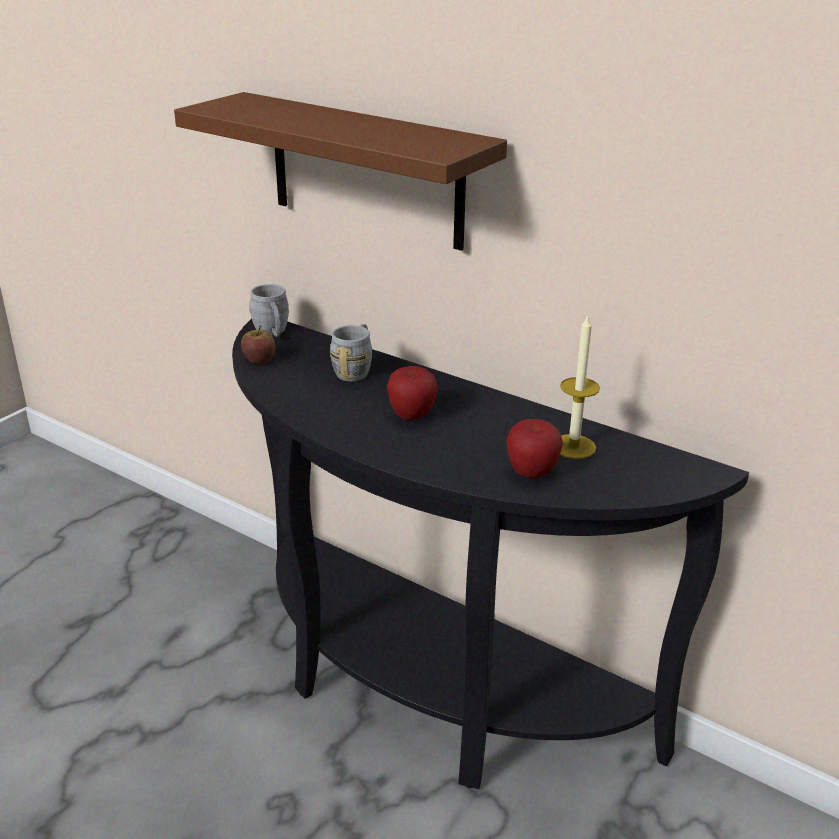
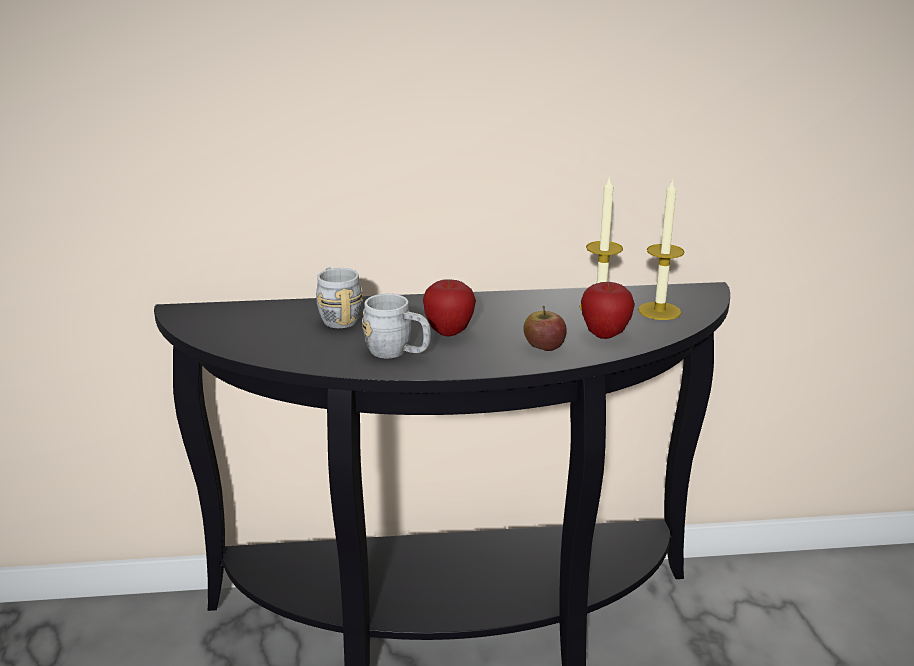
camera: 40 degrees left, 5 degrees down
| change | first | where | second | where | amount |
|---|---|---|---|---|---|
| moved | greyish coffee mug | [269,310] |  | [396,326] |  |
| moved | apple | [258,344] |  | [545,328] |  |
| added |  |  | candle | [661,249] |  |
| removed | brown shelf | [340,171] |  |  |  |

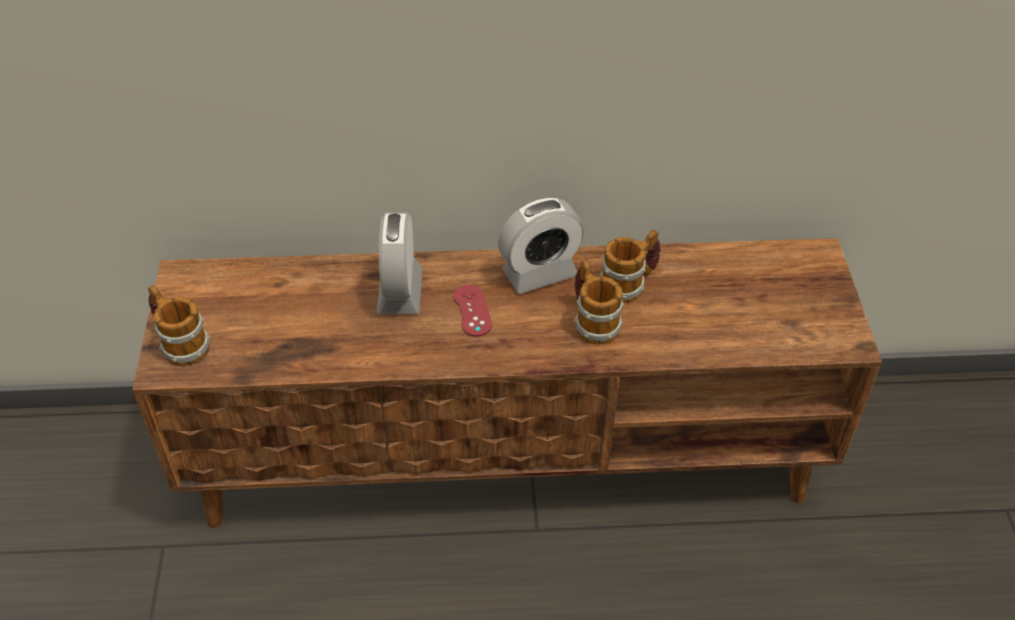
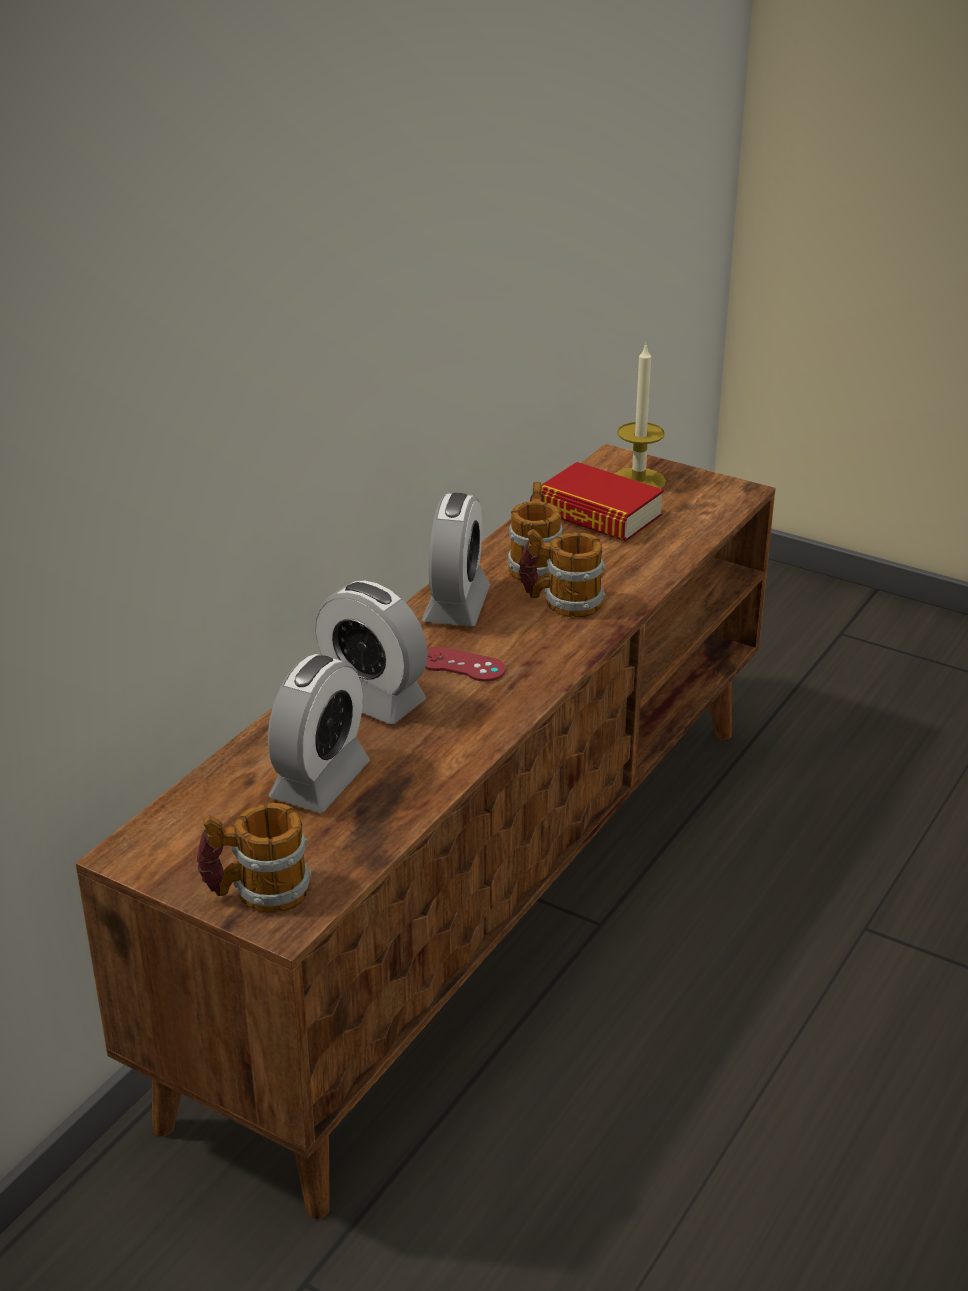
camera: 55 degrees left, 15 degrees down
| change | first | where | second | where | amount |
|---|---|---|---|---|---|
| added |  |  | alarm clock | [319,733] |  |
| added |  |  | book | [602,501] |  |
| added |  |  | candle | [640,417] |  |

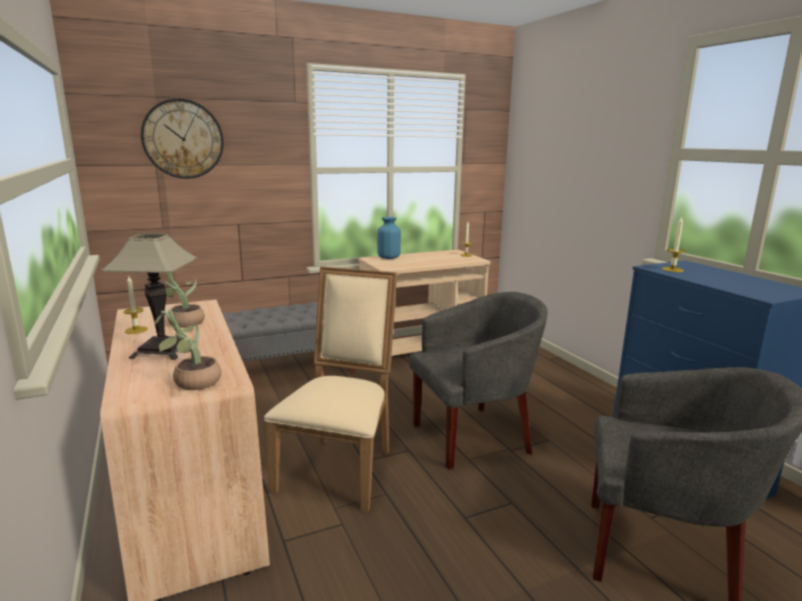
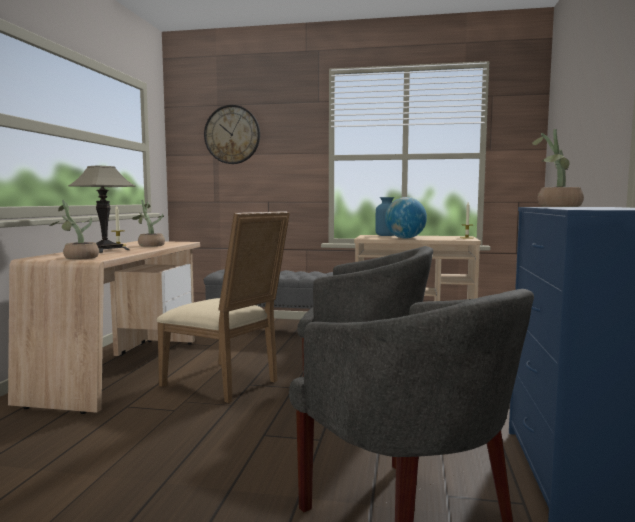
camera: 35 degrees right, 10 degrees down
| change | first | where | second | where | amount |
|---|---|---|---|---|---|
| turned | sand-coloured upright chair | [330,389] |  | [223,307] | 75 degrees clockwise |
| added |  |  | globe | [406,218] |  |
| replaced | candle | [673,244] | houseplant | [558,168] |  |

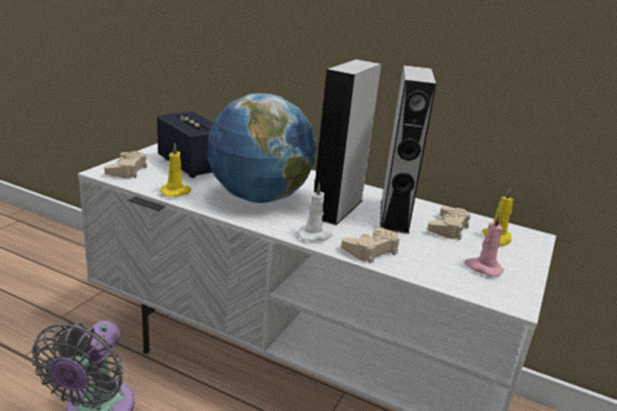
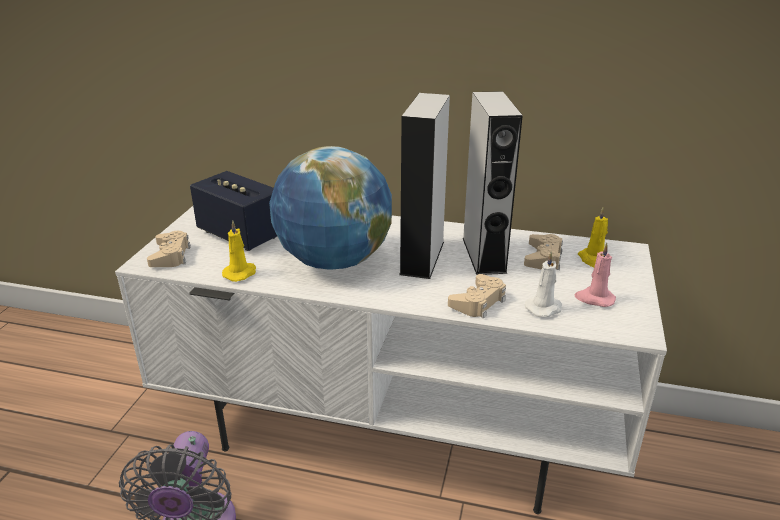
camera: 10 degrees left, 5 degrees up
| change | first | where | second | where | amount |
|---|---|---|---|---|---|
| moved | white-coloured candle | [314,211] |  | [543,284] |  |

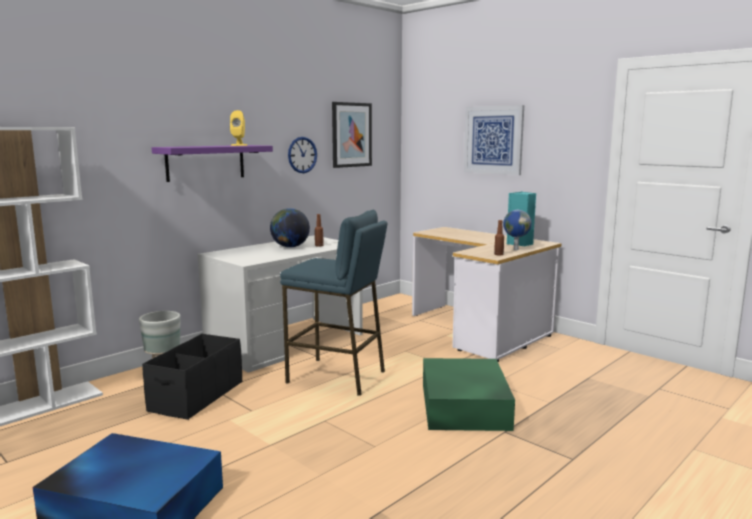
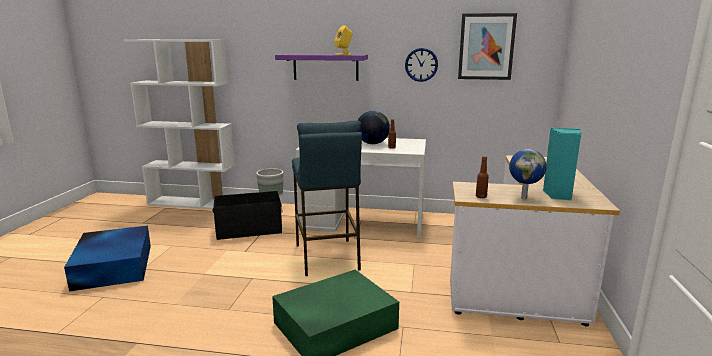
camera: 55 degrees right, 5 degrees up
| change | first | where | second | where | amount |
|---|---|---|---|---|---|
| removed | picture | [494,140] |  |  |  |

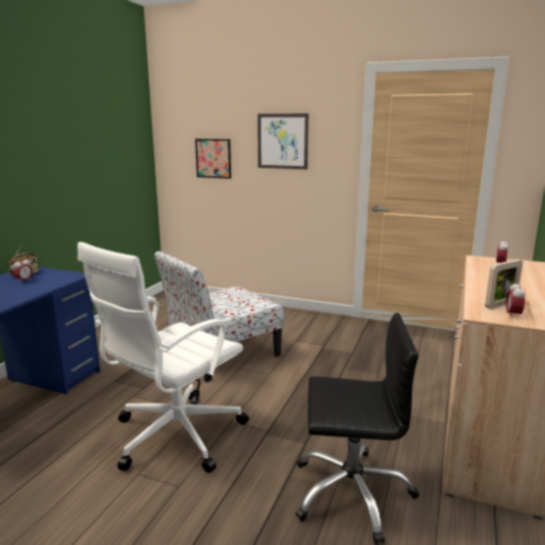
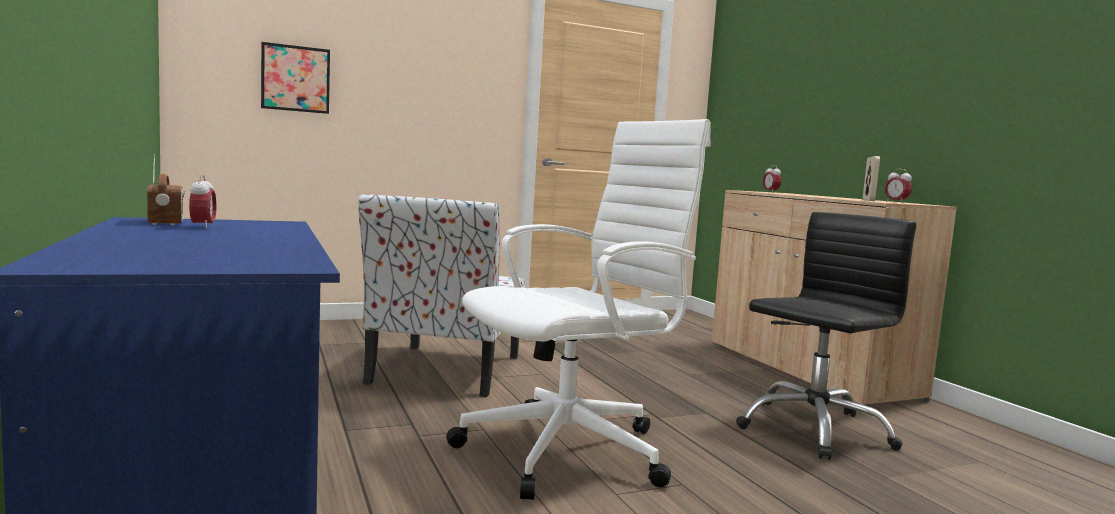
camera: 45 degrees left, 10 degrees down
| change | first | where | second | where | amount |
|---|---|---|---|---|---|
| turned | white-coloured office chair | [163,357] |  | [578,309] | 120 degrees counterclockwise |
| removed | picture | [283,141] |  |  |  |

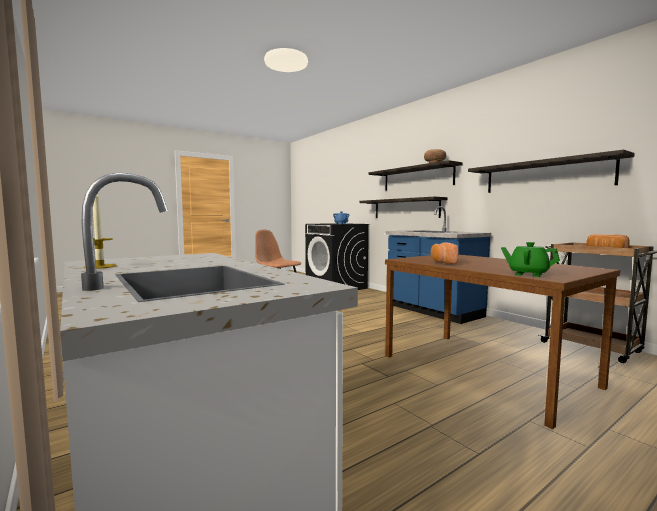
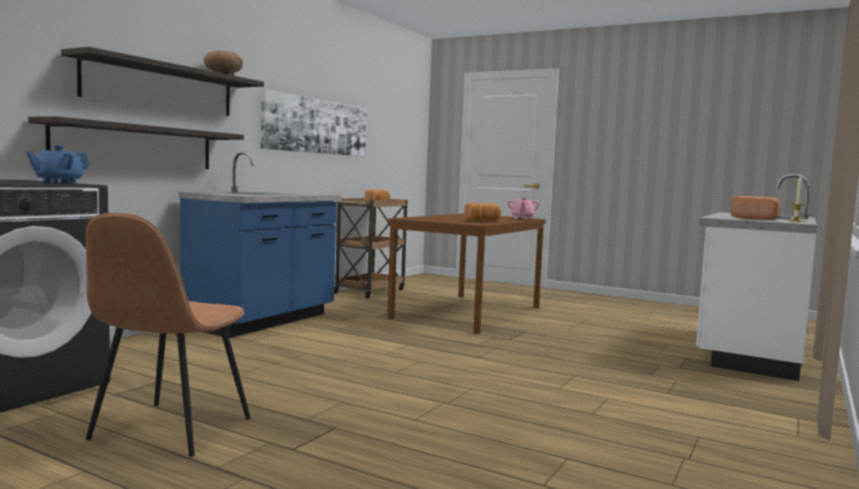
camera: 115 degrees left, 0 degrees up
| change | first | where | second | where | amount |
|---|---|---|---|---|---|
| replaced | shelf | [551,171] | picture | [314,122] |  |
| recoloured | green tea pot | [530,259] | pink tea pot | [523,208] |  |
| added |  |  | baked bread | [755,208] |  |

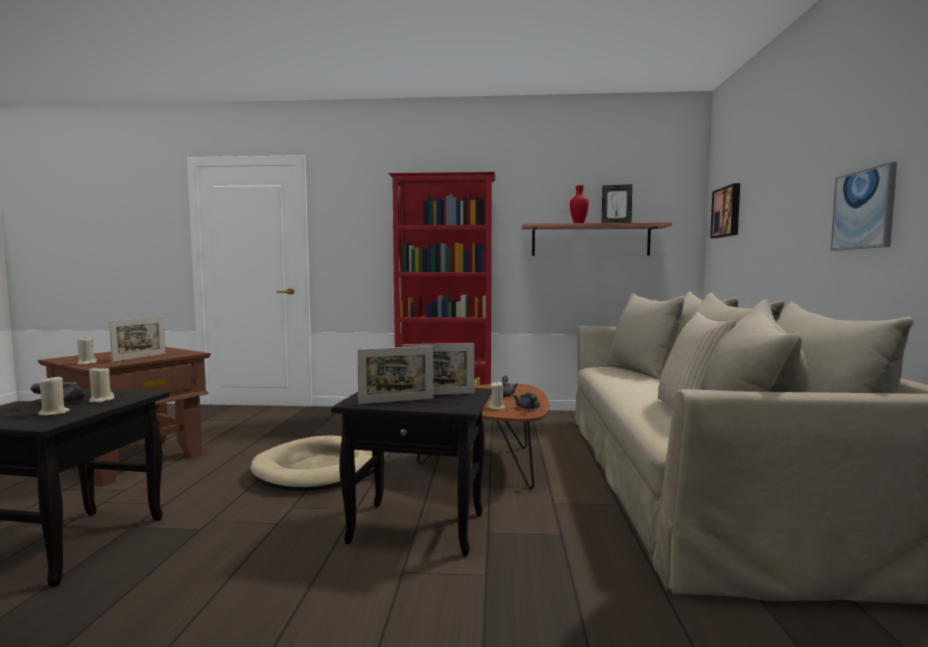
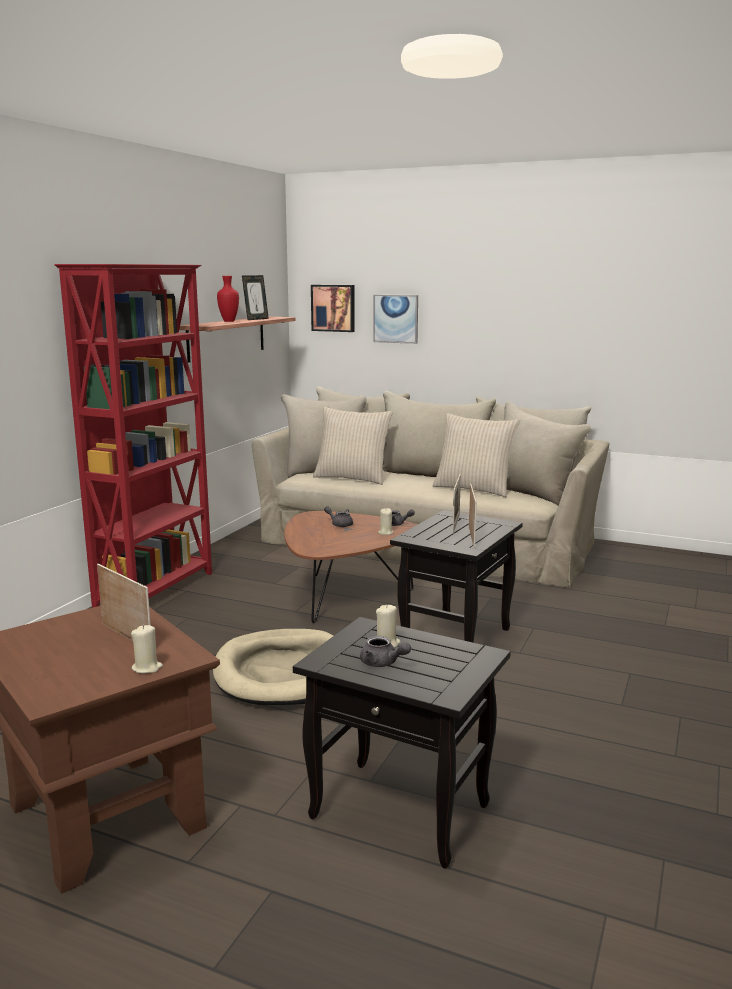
camera: 70 degrees left, 10 degrees up
| change | first | where | second | where | amount |
|---|---|---|---|---|---|
| added |  |  | sand-coloured cushion | [353,446] |  |
| moved | picture | [864,206] |  | [395,319] |  |
| removed | sand-coloured candle | [54,395] |  |  |  |

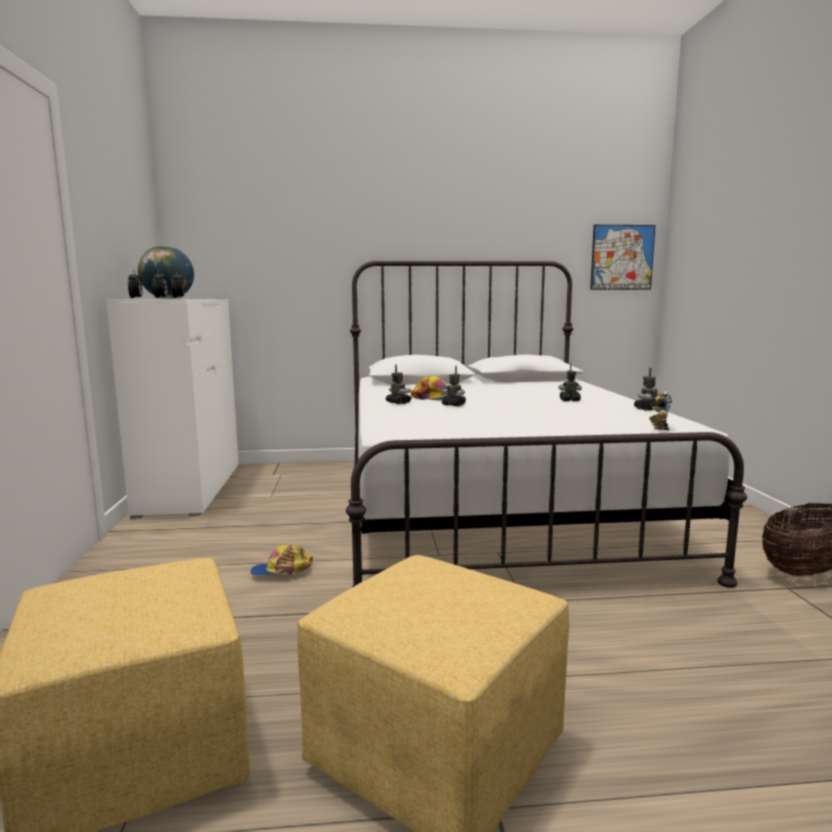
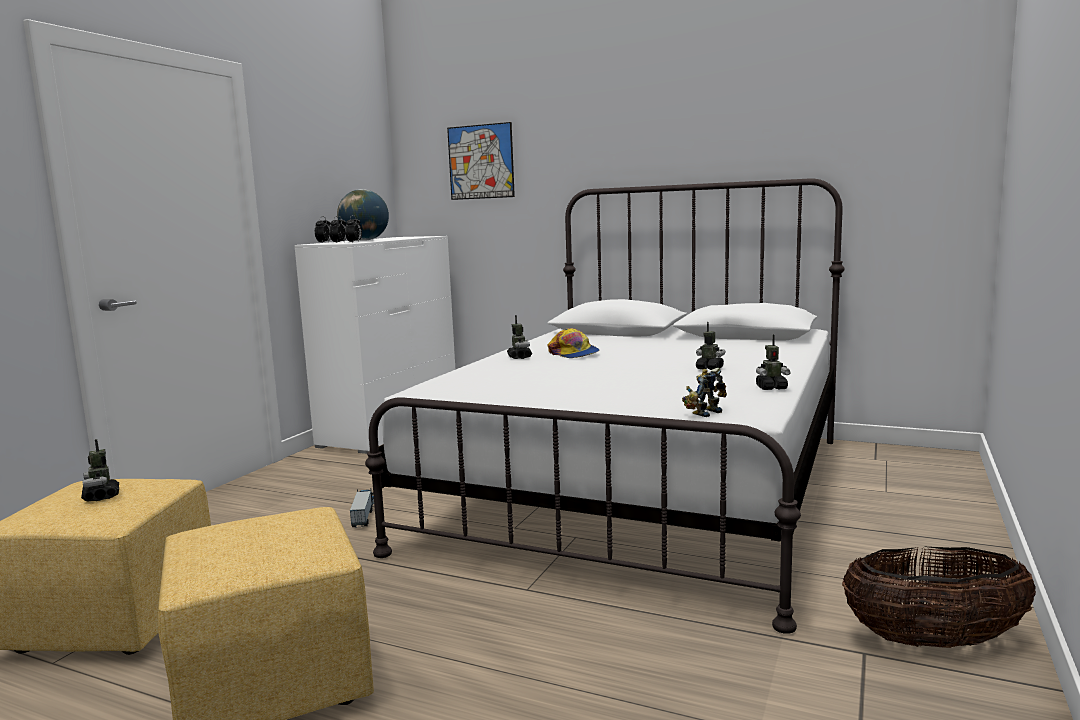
camera: 30 degrees right, 0 degrees up
| change | first | where | second | where | amount |
|---|---|---|---|---|---|
| moved | toy robot | [453,386] |  | [100,470] |  |
| replaced | cap | [281,560] | toy lorry | [362,508] |  |
| moved | picture | [622,257] |  | [481,161] |  |

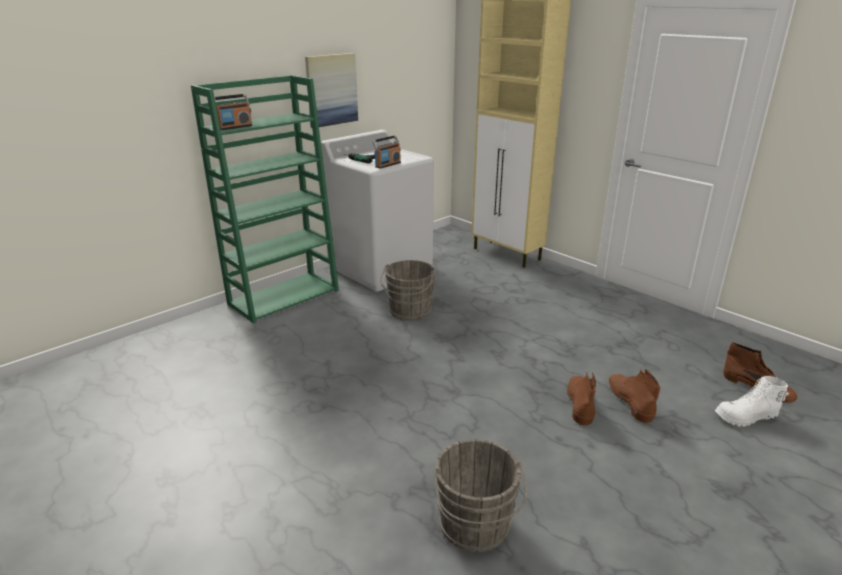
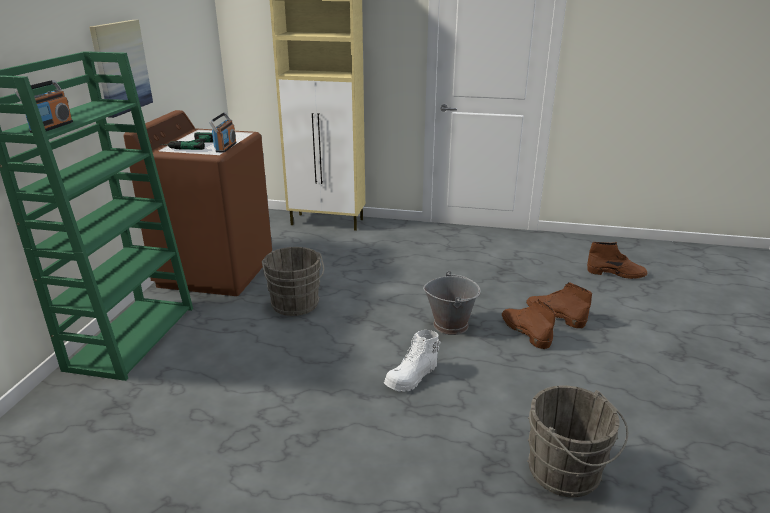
camera: 35 degrees left, 0 degrees up
| change | first | where | second | where | amount |
|---|---|---|---|---|---|
| recoloured | white-coloured washing machine | [377,211] | brown washing machine | [198,203] |  |
| moved | white-coloured high-top boot | [752,401] |  | [412,361] |  |
| added |  |  | greyish bucket | [452,303] |  |

